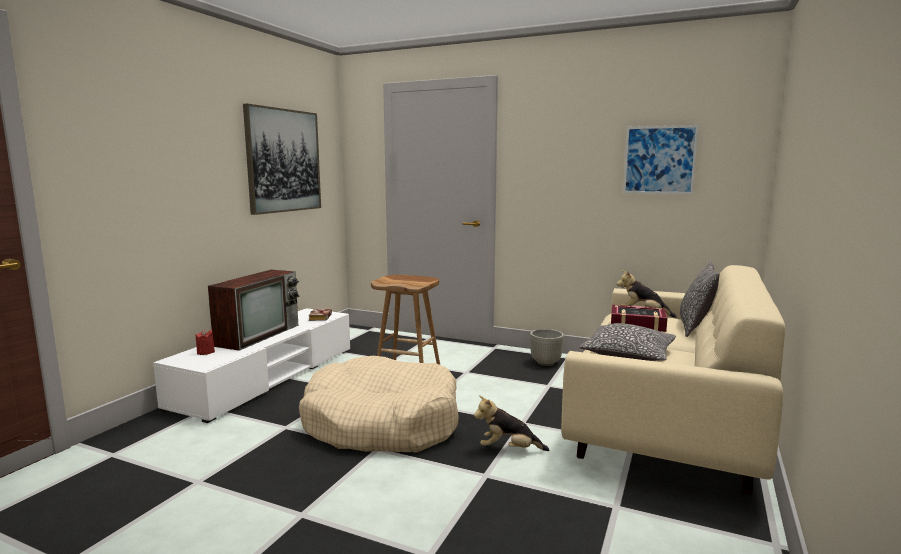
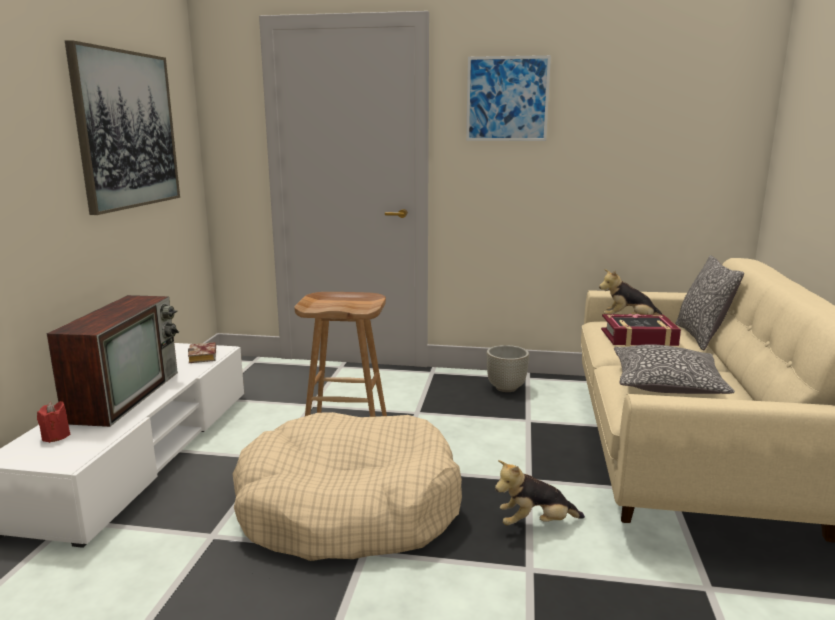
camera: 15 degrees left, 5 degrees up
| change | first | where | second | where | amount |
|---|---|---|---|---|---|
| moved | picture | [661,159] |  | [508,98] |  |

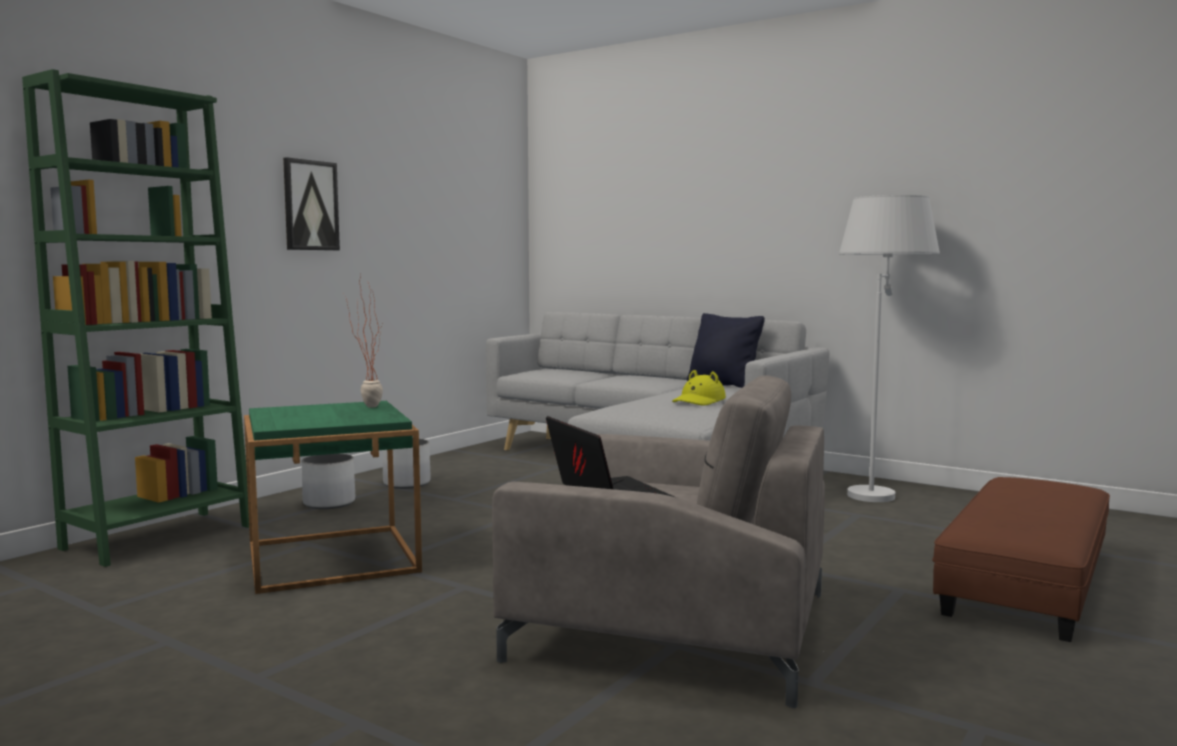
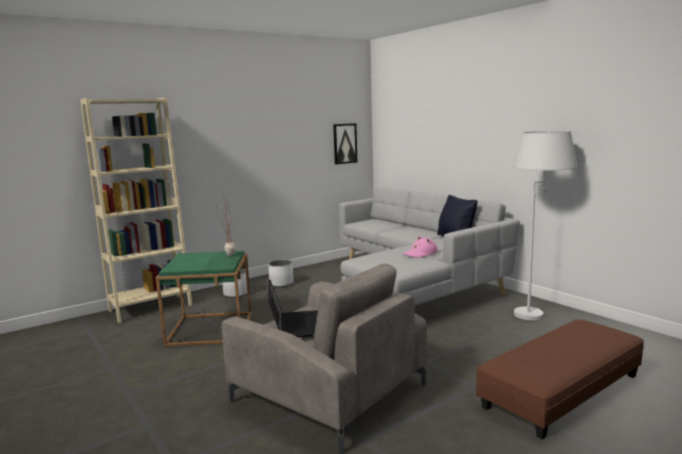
camera: 20 degrees right, 5 degrees up
| change | first | where | second | where | amount |
|---|---|---|---|---|---|
| recoloured | green bookshelf | [135,318] | sand-coloured bookshelf | [136,210] |  |
| moved | picture | [311,203] |  | [345,143] |  |
| recoloured | yellow hat | [699,388] | pink hat | [420,246] |  |

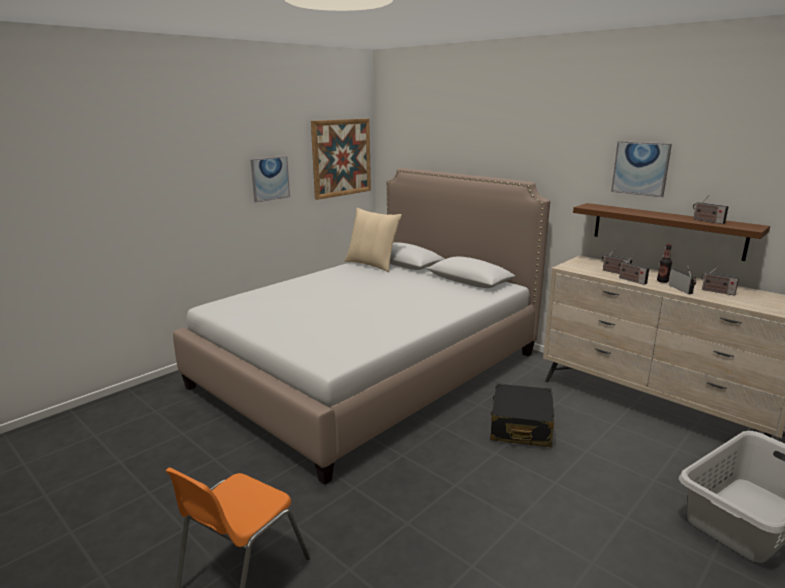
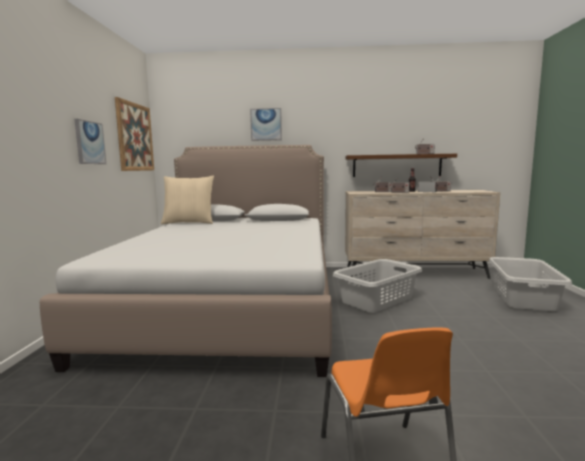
camera: 40 degrees left, 10 degrees down
| change | first | where | second | where | amount |
|---|---|---|---|---|---|
| moved | picture | [641,169] |  | [266,124] |  |
| replaced | blackish travel case | [522,415] | greyish washing basket | [377,286] |  |

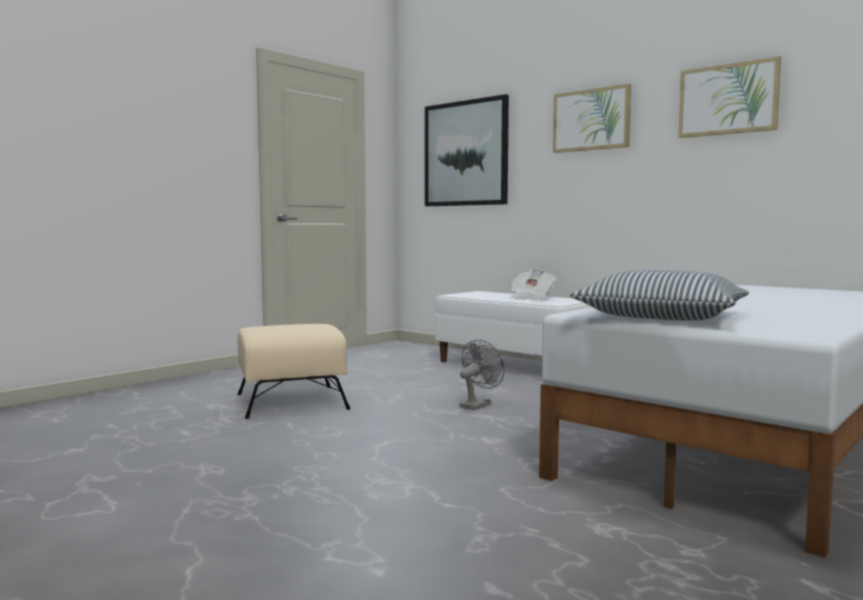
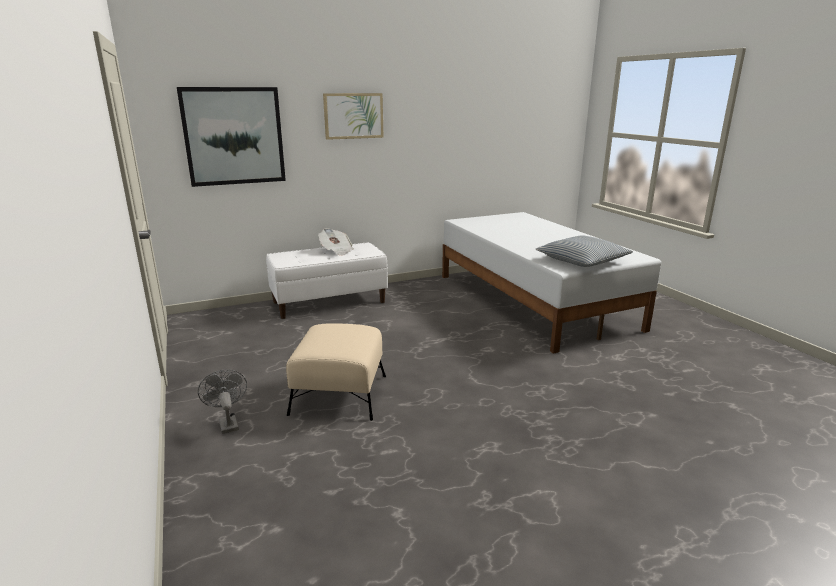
camera: 65 degrees left, 15 degrees up
| change | first | where | second | where | amount |
|---|---|---|---|---|---|
| moved | greyish fan | [481,375] |  | [222,401] |  |
| removed | picture | [730,97] |  |  |  |

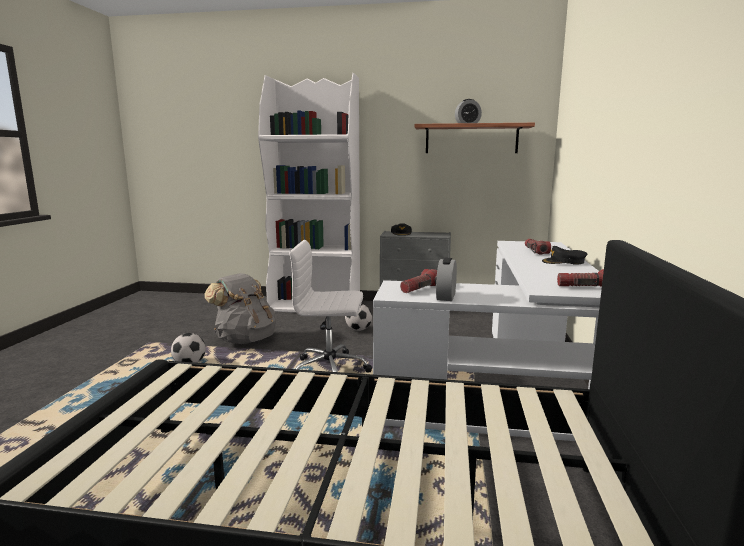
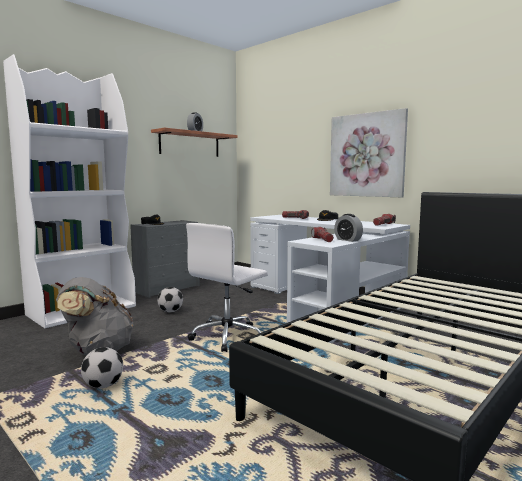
camera: 55 degrees left, 5 degrees down
| change | first | where | second | where | amount |
|---|---|---|---|---|---|
| added |  |  | picture | [369,152] |  |

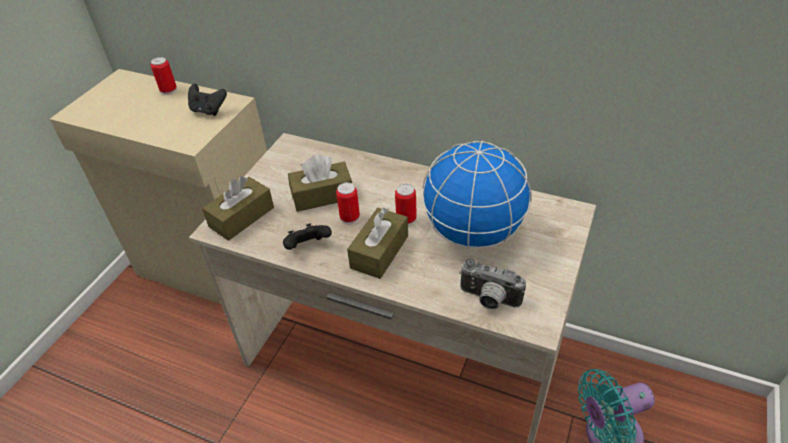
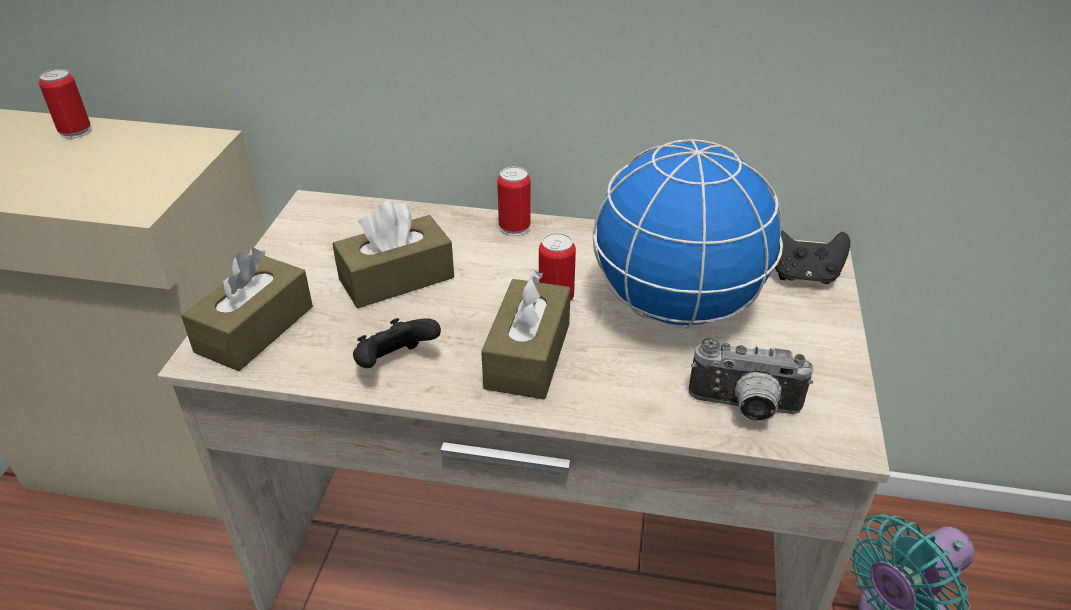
camera: 15 degrees left, 5 degrees down
| change | first | where | second | where | amount |
|---|---|---|---|---|---|
| moved | sealed can | [348,203] |  | [514,201] |  |
| moved | blackish game controller | [207,100] |  | [812,257] |  |

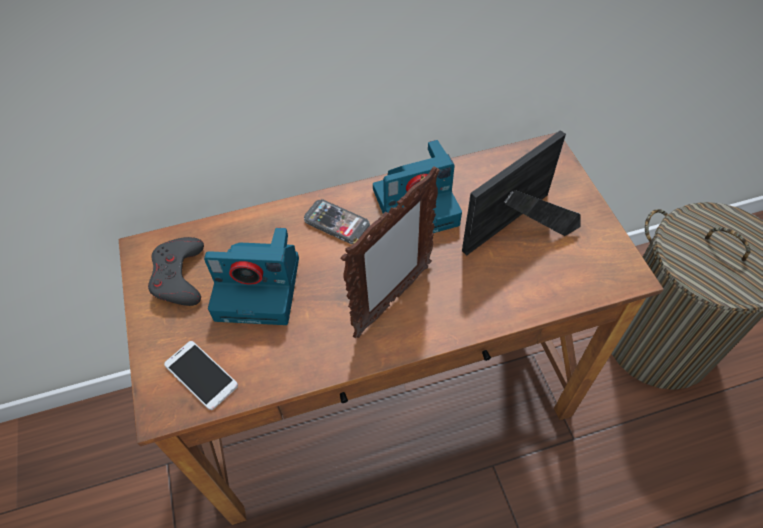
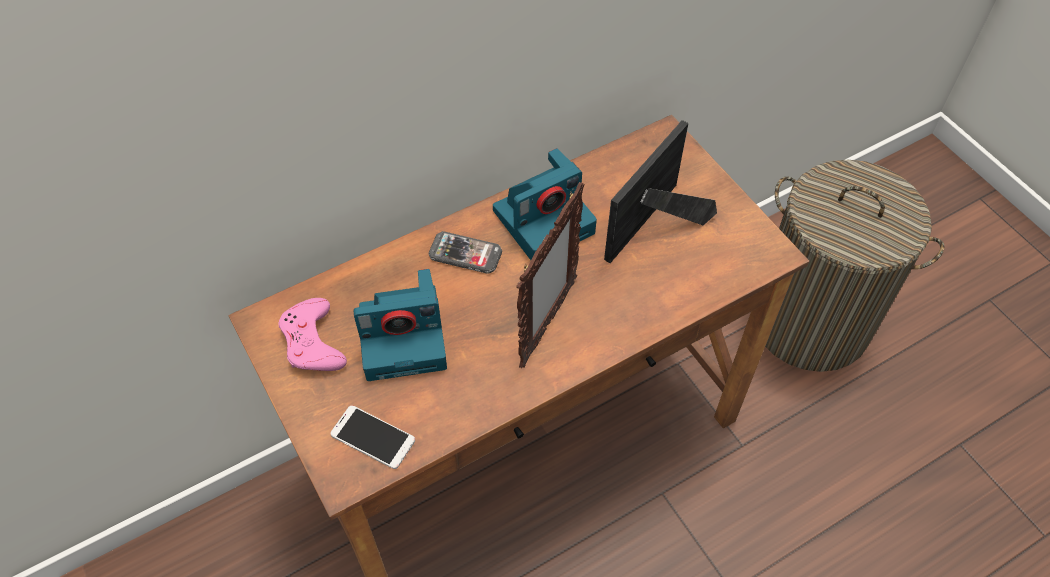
camera: 15 degrees left, 0 degrees up
| change | first | where | second | where | amount |
|---|---|---|---|---|---|
| recoloured | greyish game controller | [176,271] | pink game controller | [312,334] |  |

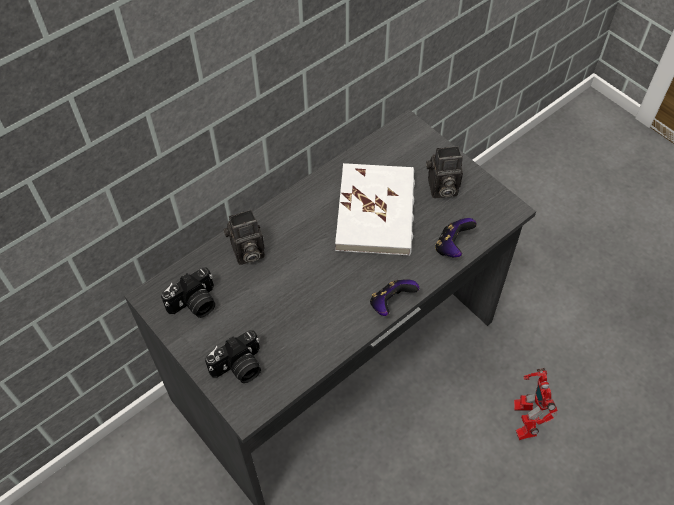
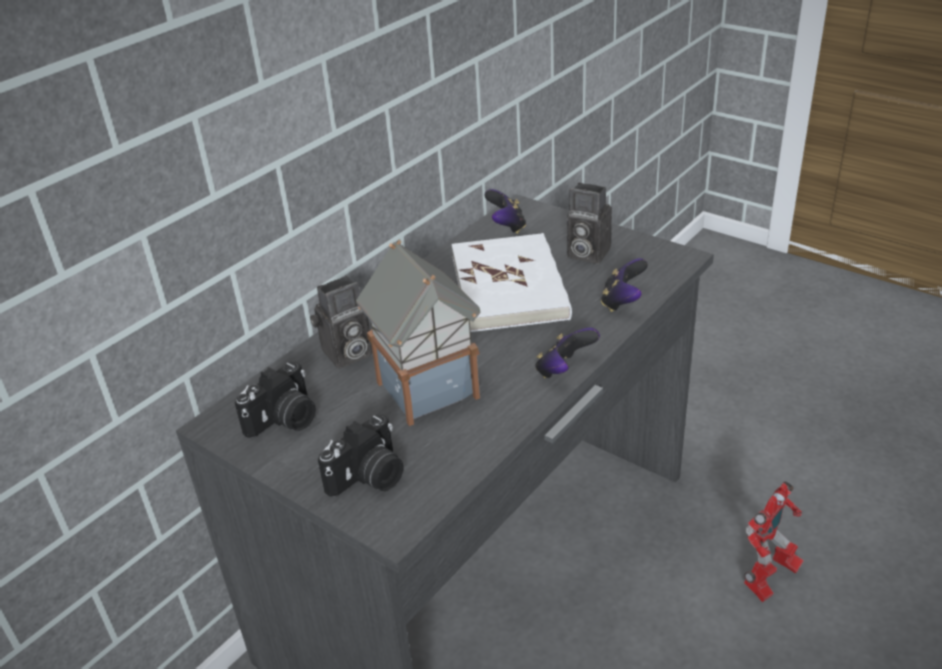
camera: 10 degrees left, 20 degrees down
| change | first | where | second | where | amount |
|---|---|---|---|---|---|
| added |  |  | miniature house | [418,333] |  |
| added |  |  | game controller | [505,211] |  |
| turned | photo camera | [444,172] |  | [589,223] | 45 degrees clockwise |
| turned | toy robot | [536,404] |  | [774,541] | 120 degrees counterclockwise |

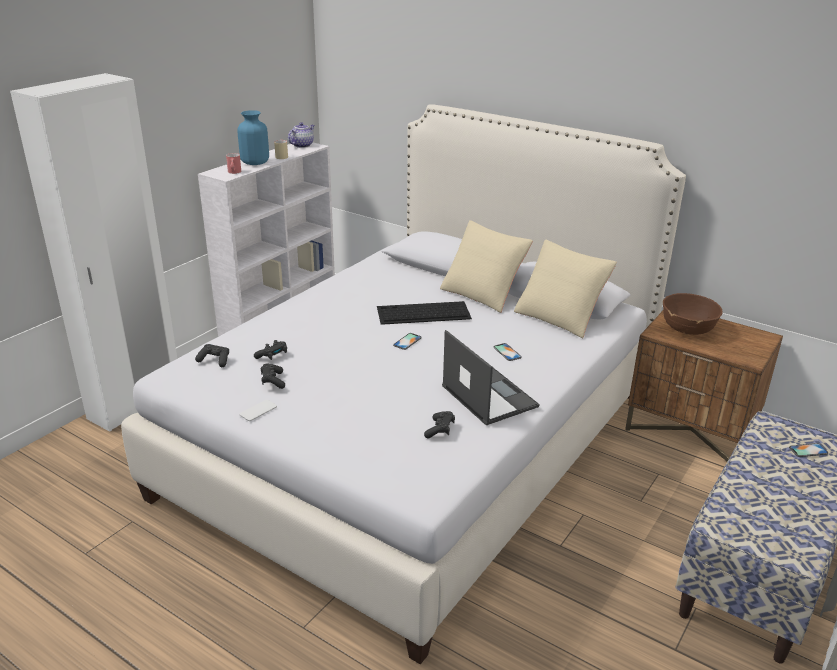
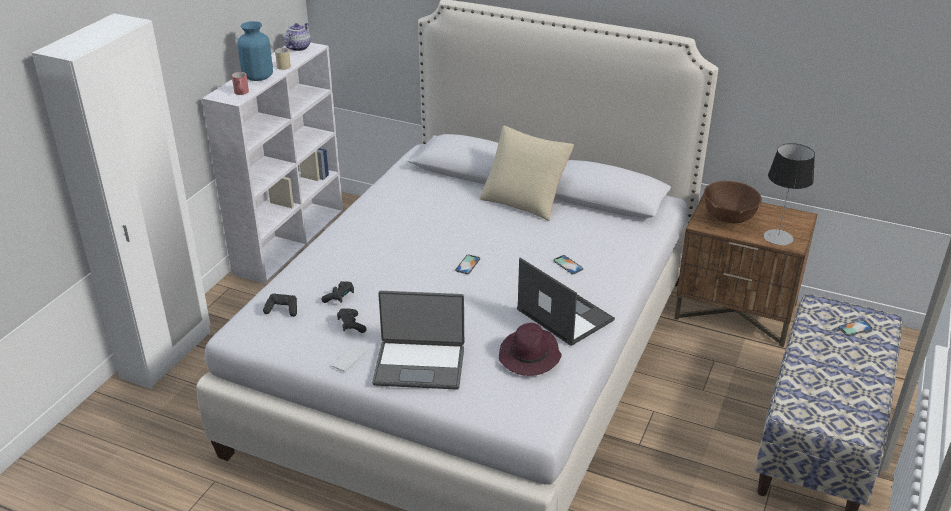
camera: 10 degrees left, 5 degrees up
| change | first | where | second | where | amount |
|---|---|---|---|---|---|
| added |  |  | portable computer | [418,340] |  |
| replaced | blackish game controller | [439,424] | purple hat | [530,349] |  |
| added |  |  | lamp for a table | [789,194] |  |
| removed | keyboard | [424,313] |  |  |  |
| removed | sand-coloured cushion | [565,288] |  |  |  |

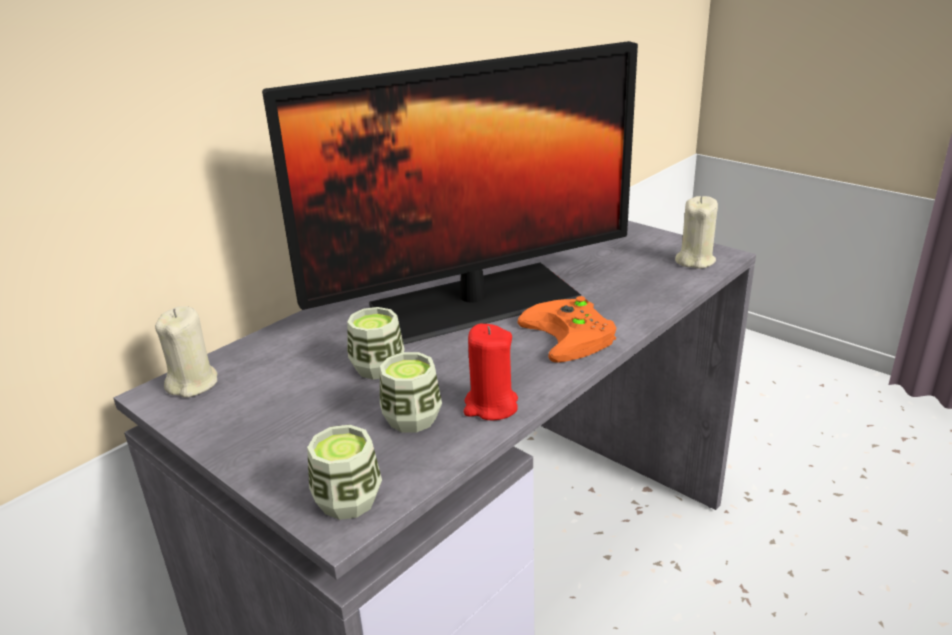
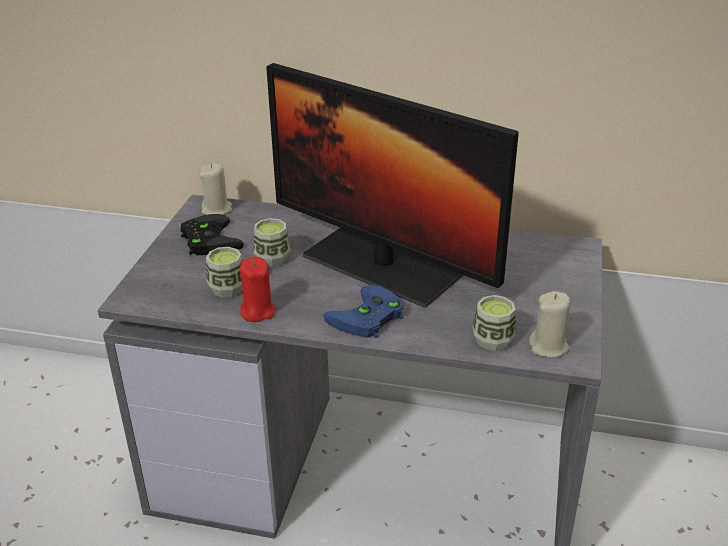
camera: 60 degrees right, 5 degrees up
| change | first | where | second | where | amount |
|---|---|---|---|---|---|
| added |  |  | blackish game controller | [212,234] |  |
| recoloured | orange-coloured game controller | [566,329] | blue-coloured game controller | [363,311] |  |
| moved | small cup | [344,472] |  | [494,323] |  |

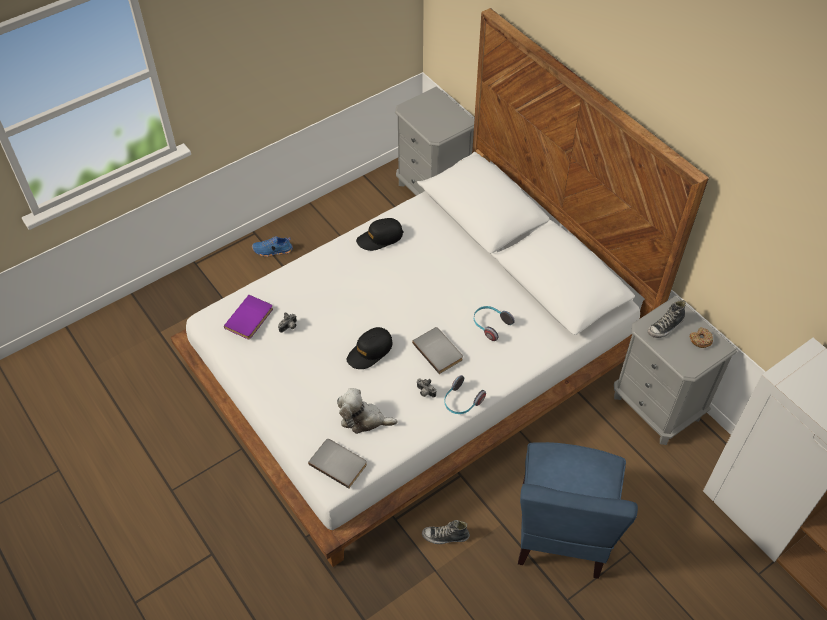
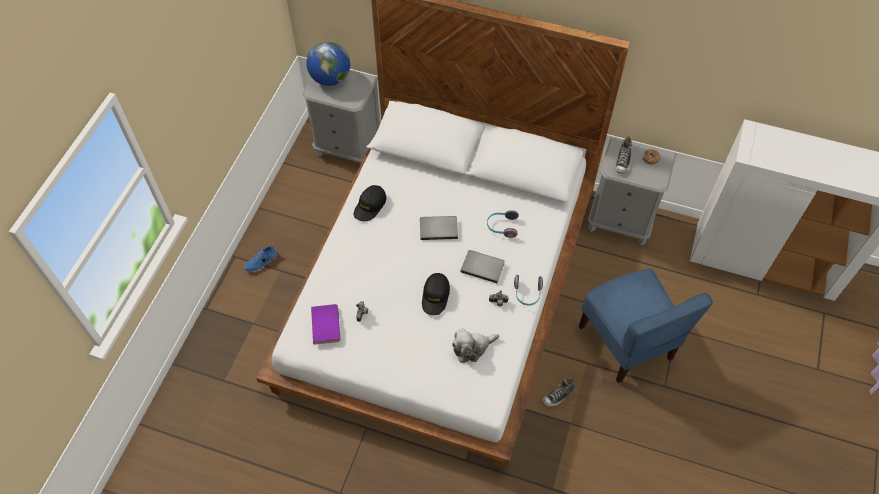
camera: 35 degrees left, 5 degrees up
| change | first | where | second | where | amount |
|---|---|---|---|---|---|
| added |  |  | globe | [328,63] |  |
| moved | greyish book | [337,464] |  | [439,228] |  |

